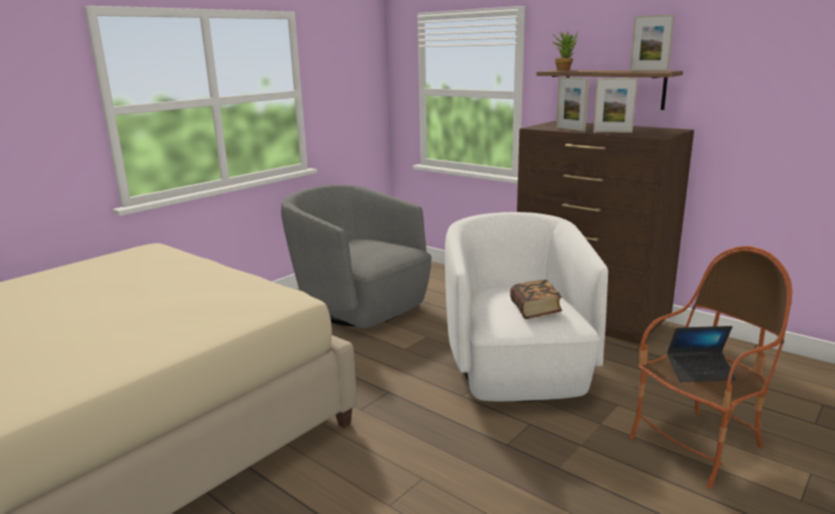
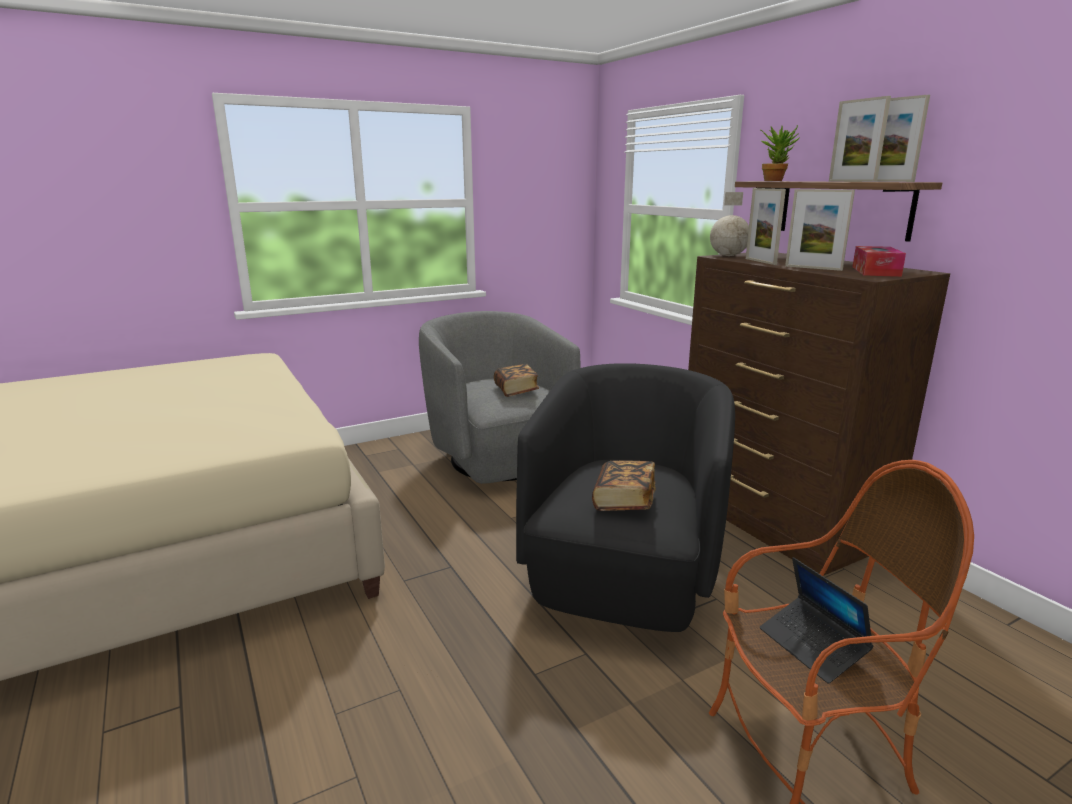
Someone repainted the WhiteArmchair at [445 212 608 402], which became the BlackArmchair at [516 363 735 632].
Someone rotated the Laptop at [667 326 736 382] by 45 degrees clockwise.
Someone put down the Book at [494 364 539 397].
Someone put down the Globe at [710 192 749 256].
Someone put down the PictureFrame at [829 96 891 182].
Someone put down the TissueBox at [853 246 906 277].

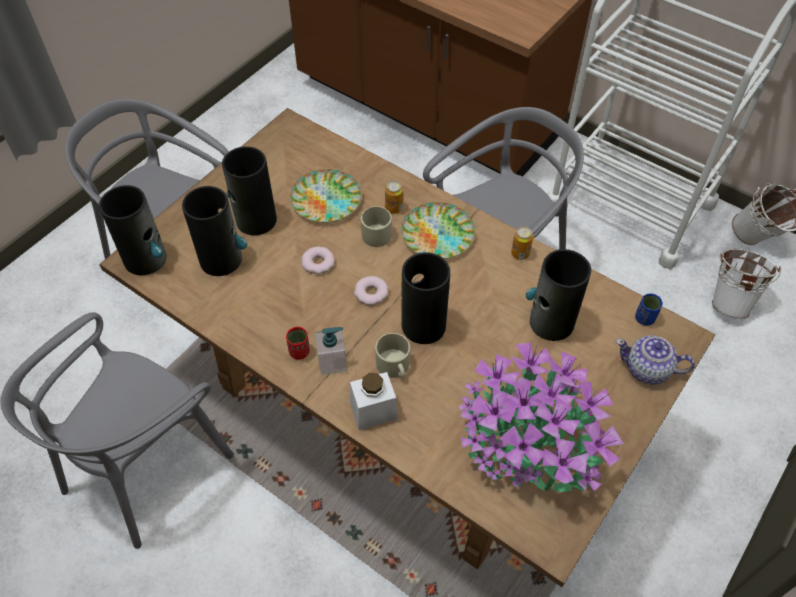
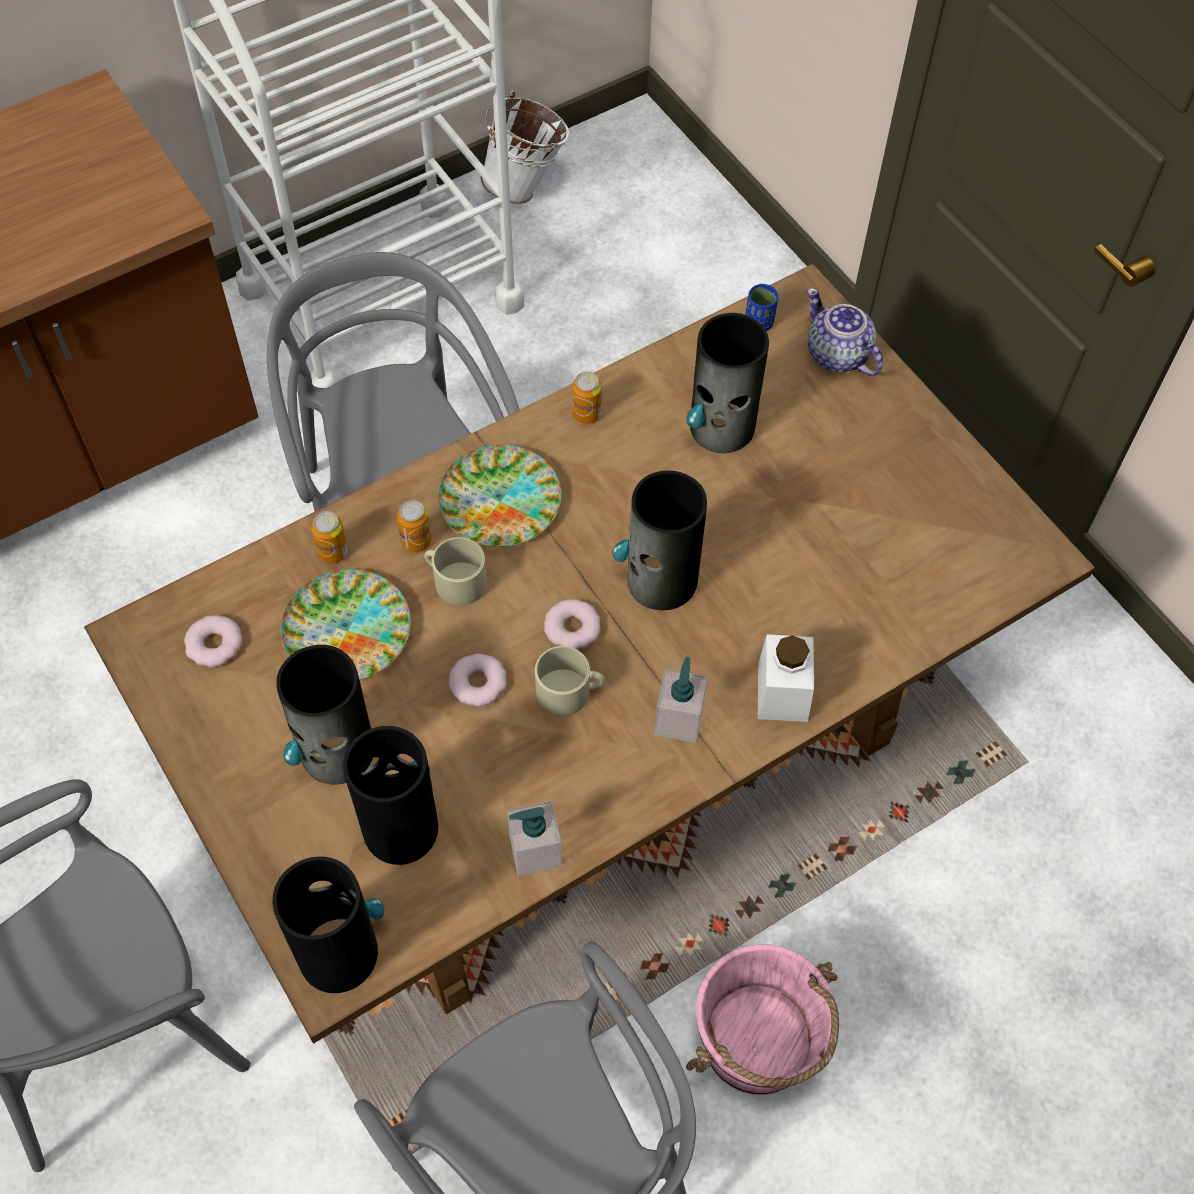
Someone took away the RedCup at [286 327 310 360].
Someone carried the BeigeMug from [375 333 410 378] to [535 646 605 716].
Someone took away the PottedPlant at [458 343 624 492].
Someone rotated the Teapot at [616 335 695 385] by 105 degrees clockwise.
Someone took away the WhiteBucket at [712 249 781 319].
Someone put down the Donut at [184 615 242 668].
Someone put down the Can at [311 511 348 564].
Someone put down the SoapDispenser at [507 801 562 876].
Someone put down the PinkBucket at [686 944 839 1095].

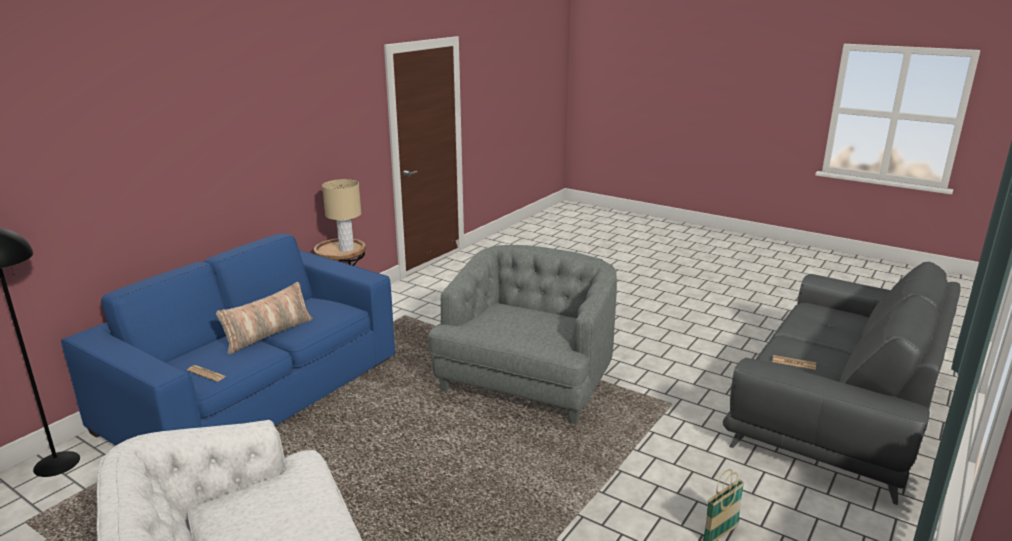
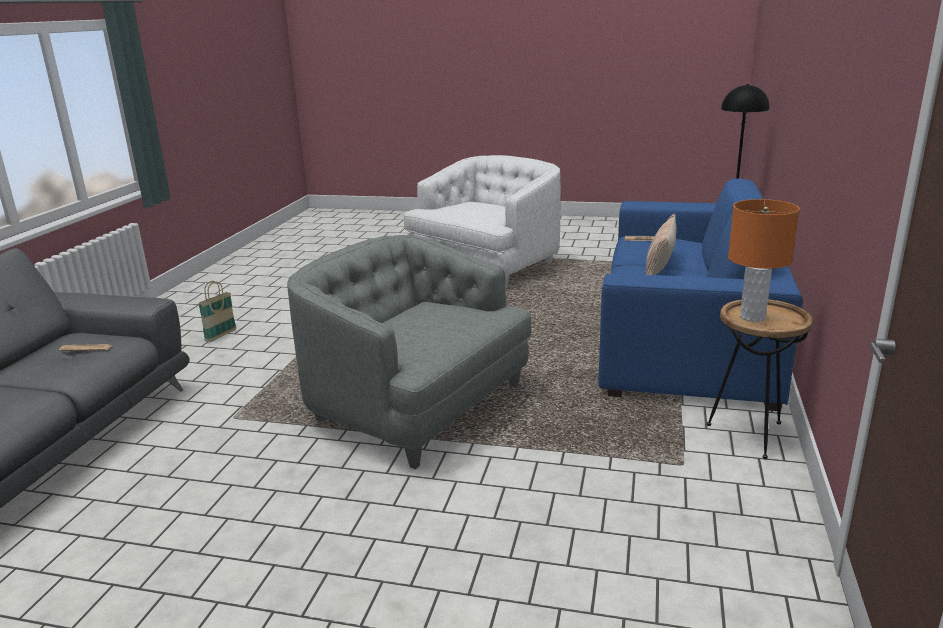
Someone repainted the BeigeTableLamp at [322 179 361 252], which became the OrangeTableLamp at [728 199 800 322].
Someone rotated the GreyArmchair at [428 245 617 425] by 120 degrees clockwise.

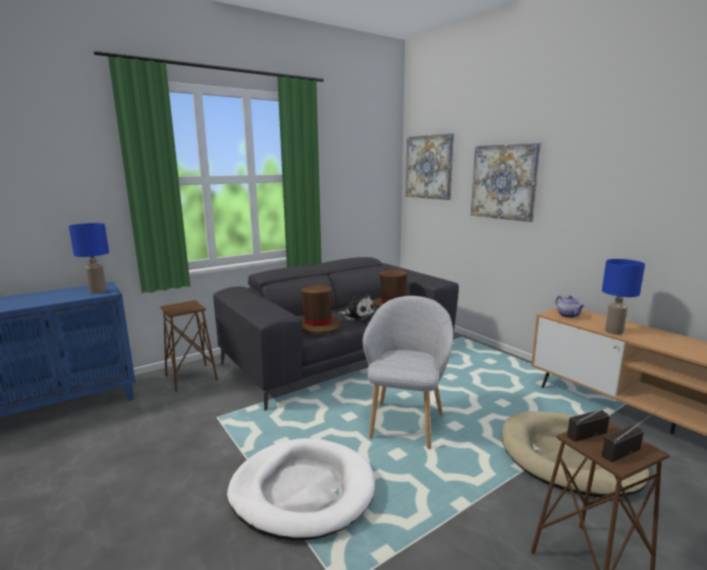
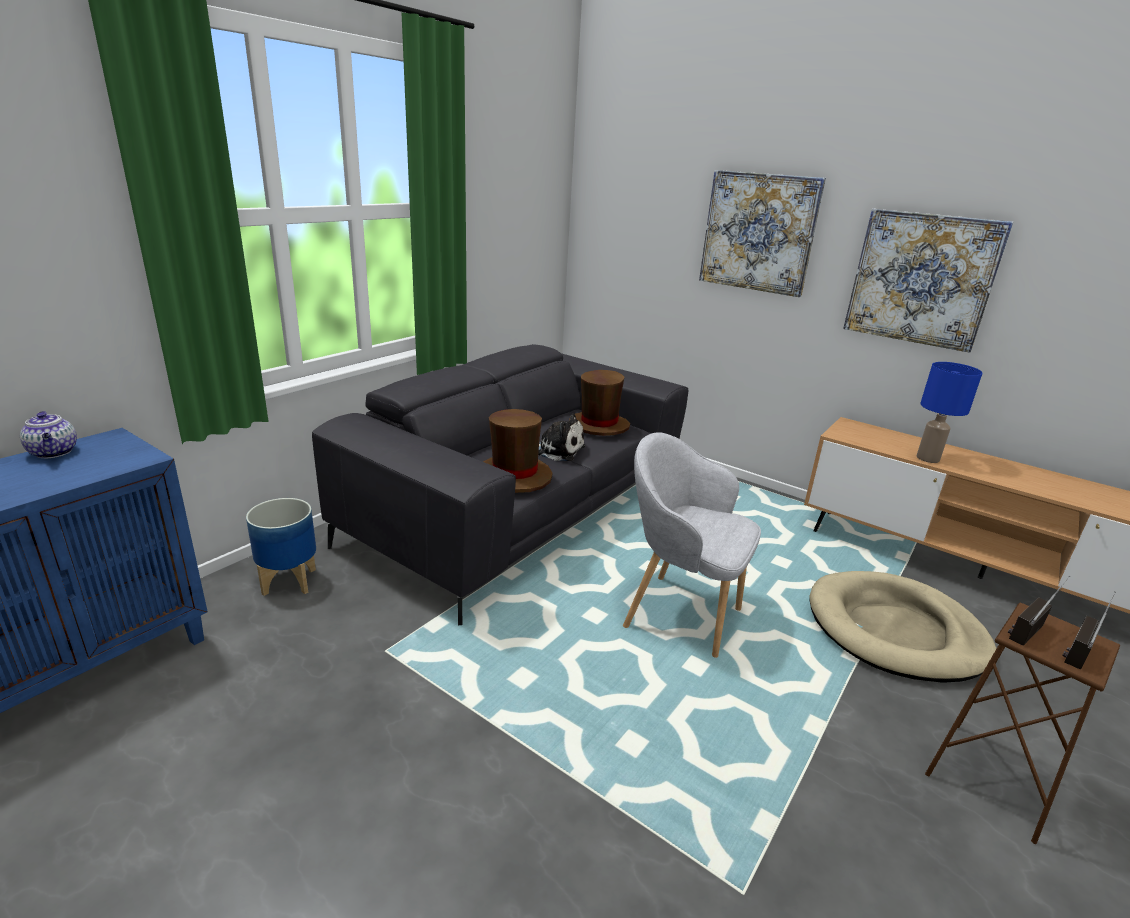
Someone took away the BlueTableLamp at [69 223 109 294].
Someone swapped the BrownStool at [160 300 218 392] for the Planter at [246 498 316 596].
Someone took away the WhiteDogBed at [227 438 375 540].
Someone rotated the GreyArmchair at [362 296 453 449] by 60 degrees counterclockwise.
Someone carried the Picture from [406 133 454 200] to [843 209 1013 353].
Someone carried the Teapot from [556 296 584 318] to [20 411 77 458].

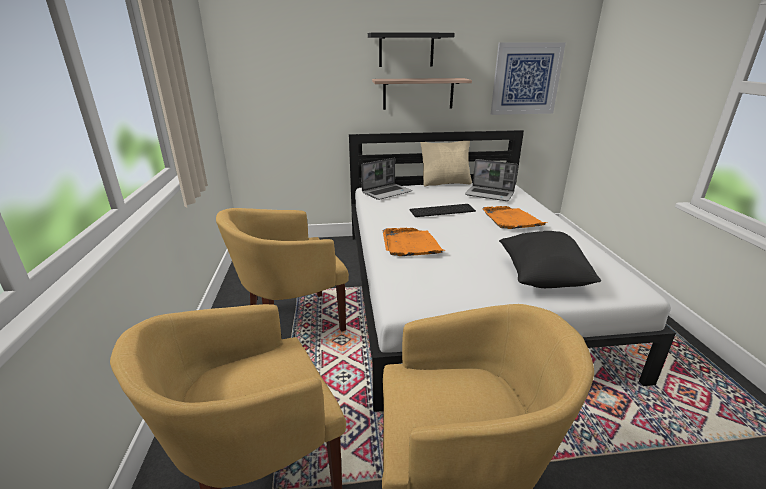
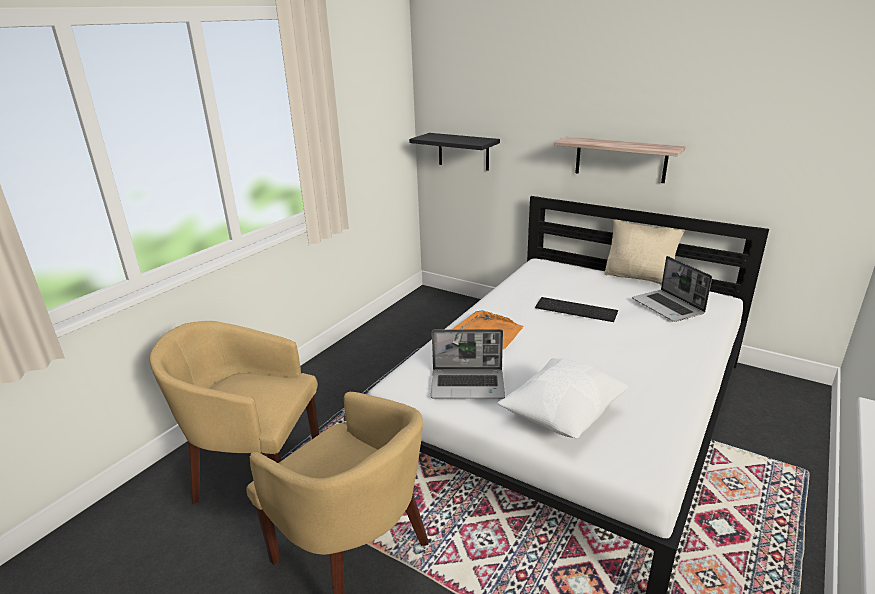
Someone took away the YellowArmchair at [216 208 349 332].
Someone carried the Laptop from [361 158 412 200] to [431 329 505 399].
Someone carried the BlackShelf from [368 32 455 67] to [409 133 500 171].
Someone took away the OrangeTray at [482 206 547 229].
Someone took away the Picture at [491 43 566 115].
Someone repainted the BlackPillow at [499 231 601 288], which became the WhitePillow at [498 358 628 438].

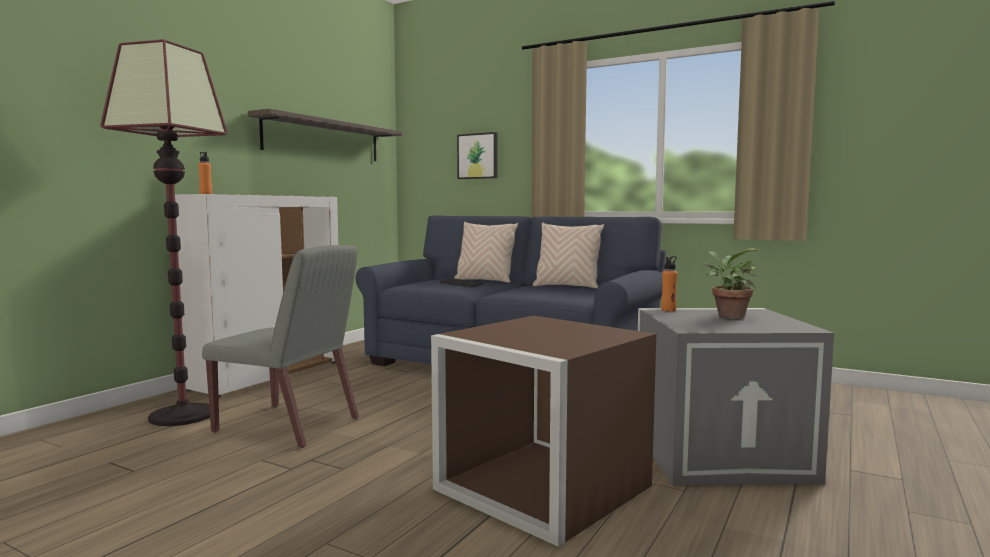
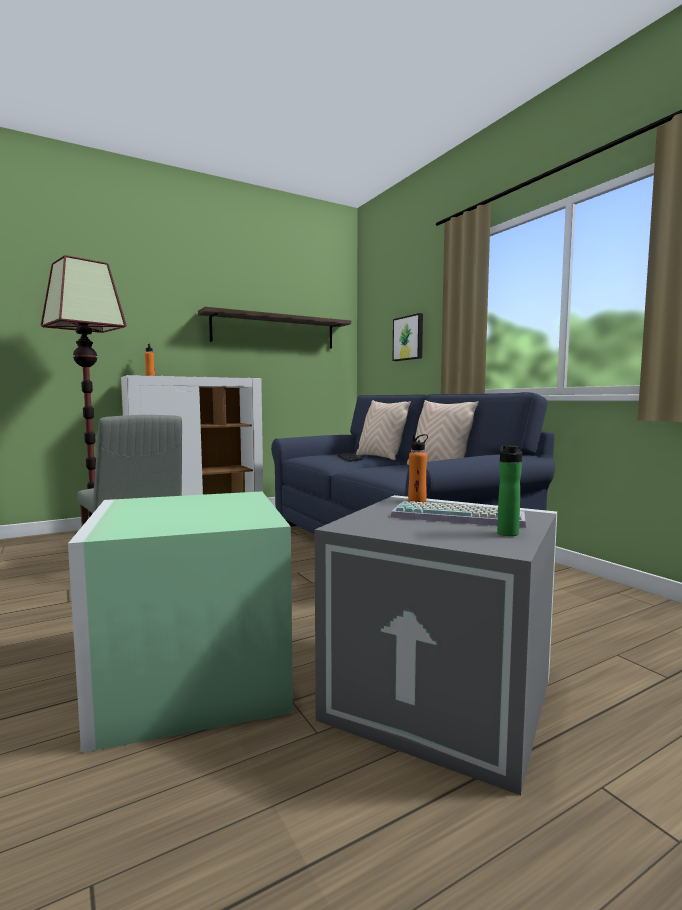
Someone repainted the BrownStorageBox at [431 315 656 547], which became the GreenStorageBox at [68 491 293 753].
Someone swapped the PottedPlant at [703 248 760 319] for the Keyboard at [391 501 526 528].
Someone put down the Bottle at [497 446 522 536].

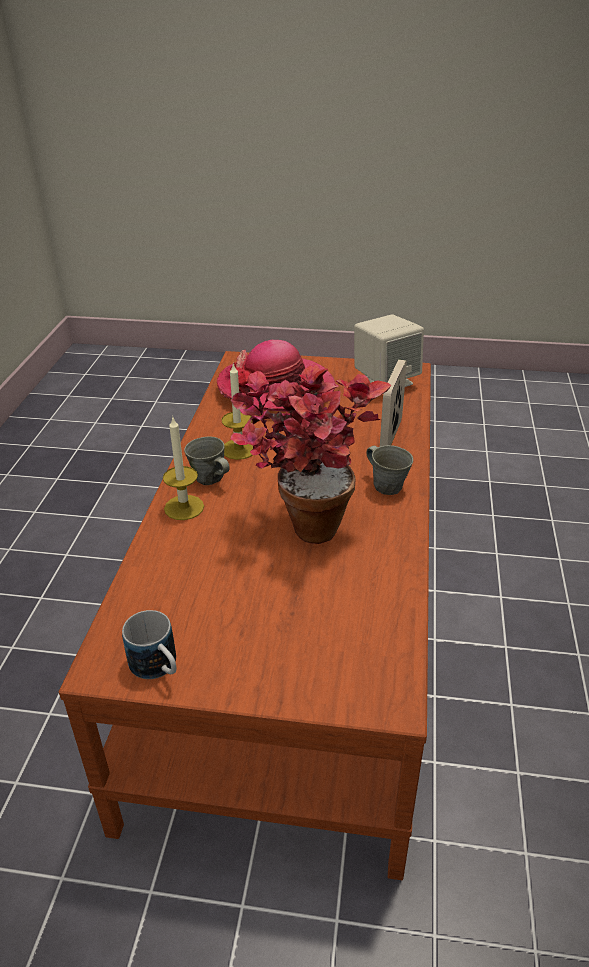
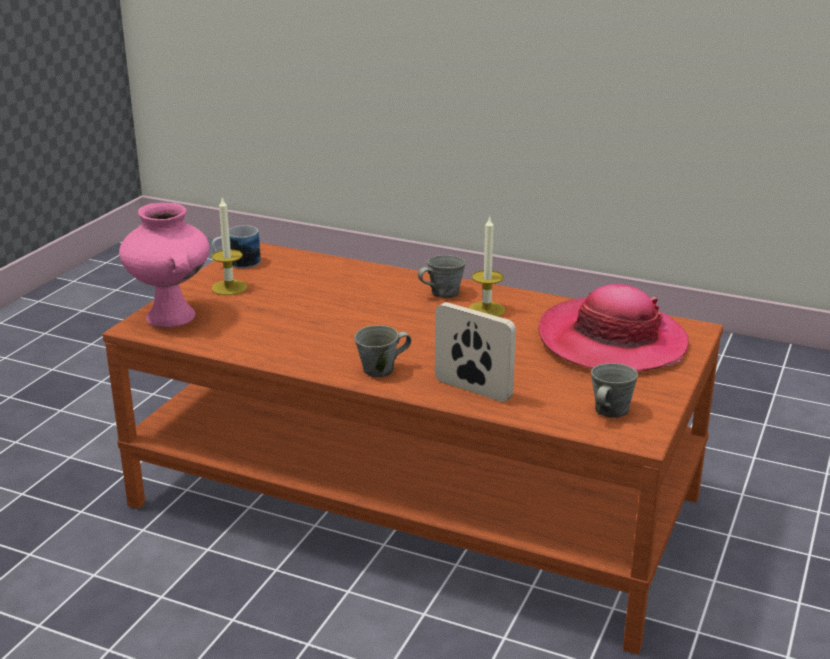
Someone carried the Candle from [163 416 204 520] to [211 196 248 295].
Someone took away the PottedPlant at [231 363 391 544].
Someone swapped the BeigeSpeaker at [354 314 424 387] for the GreyMug at [591 363 638 418].
Someone put down the PinkVase at [119 202 209 328].

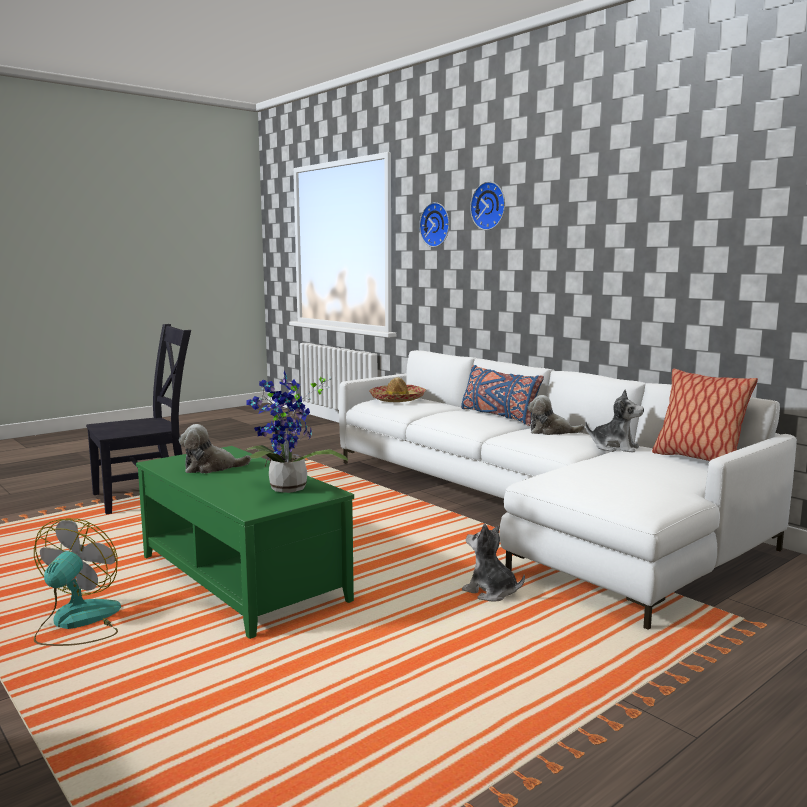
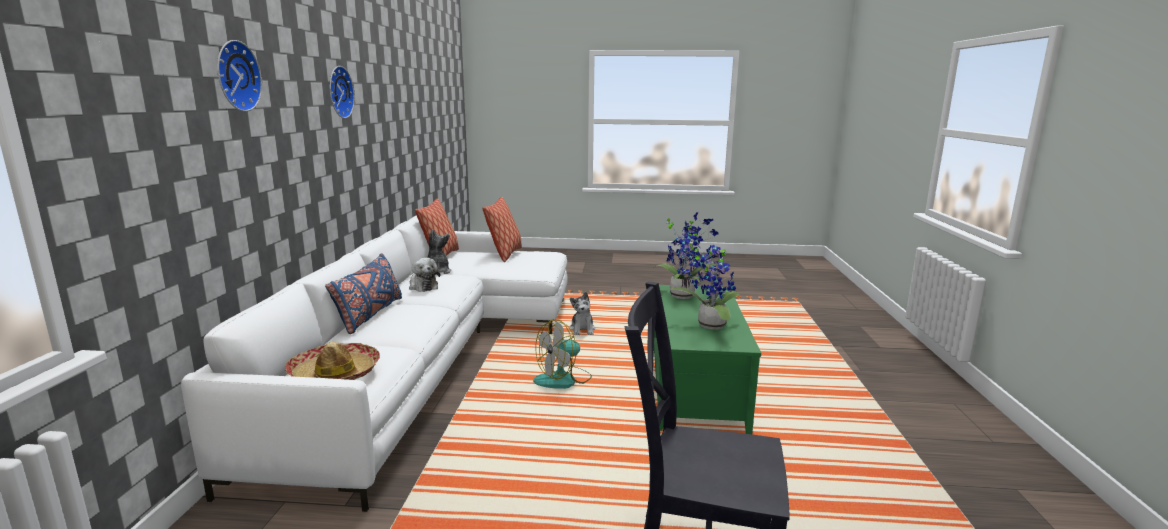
Someone carried the Fan from [34 518 121 646] to [533 319 592 389].
Someone swapped the PlushToy at [179 424 251 474] for the PottedPlant at [670 235 739 330].
Someone carried the WallClock from [419 202 449 247] to [329 66 355 119].
Someone put down the Pillow at [482 197 522 262].

